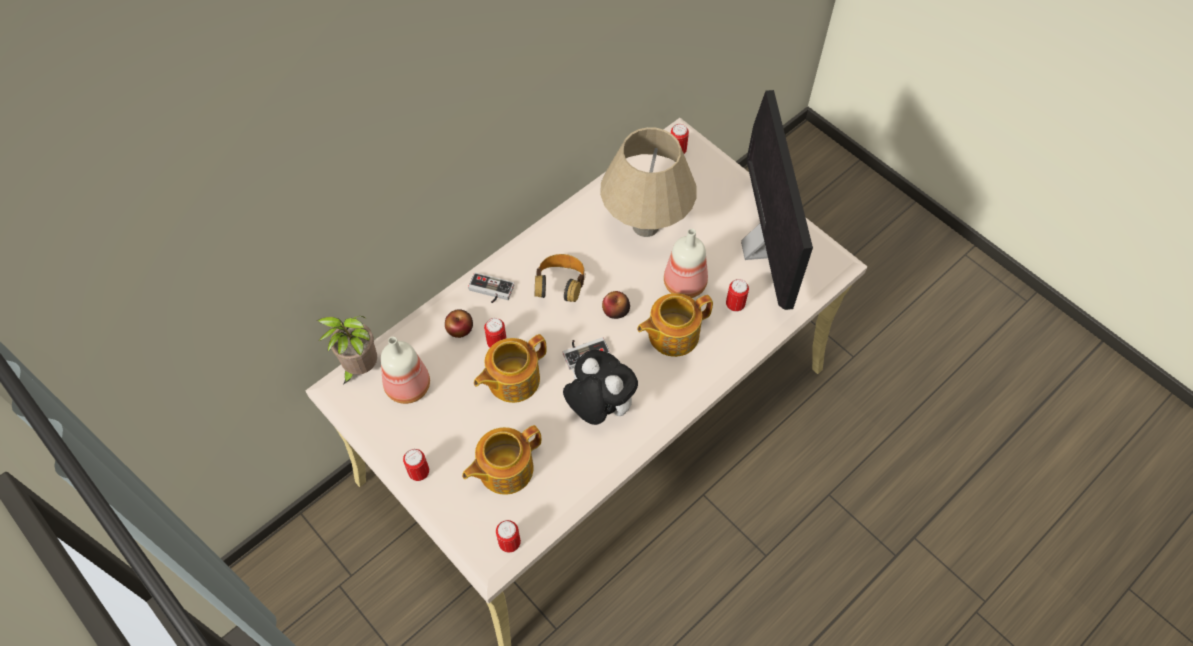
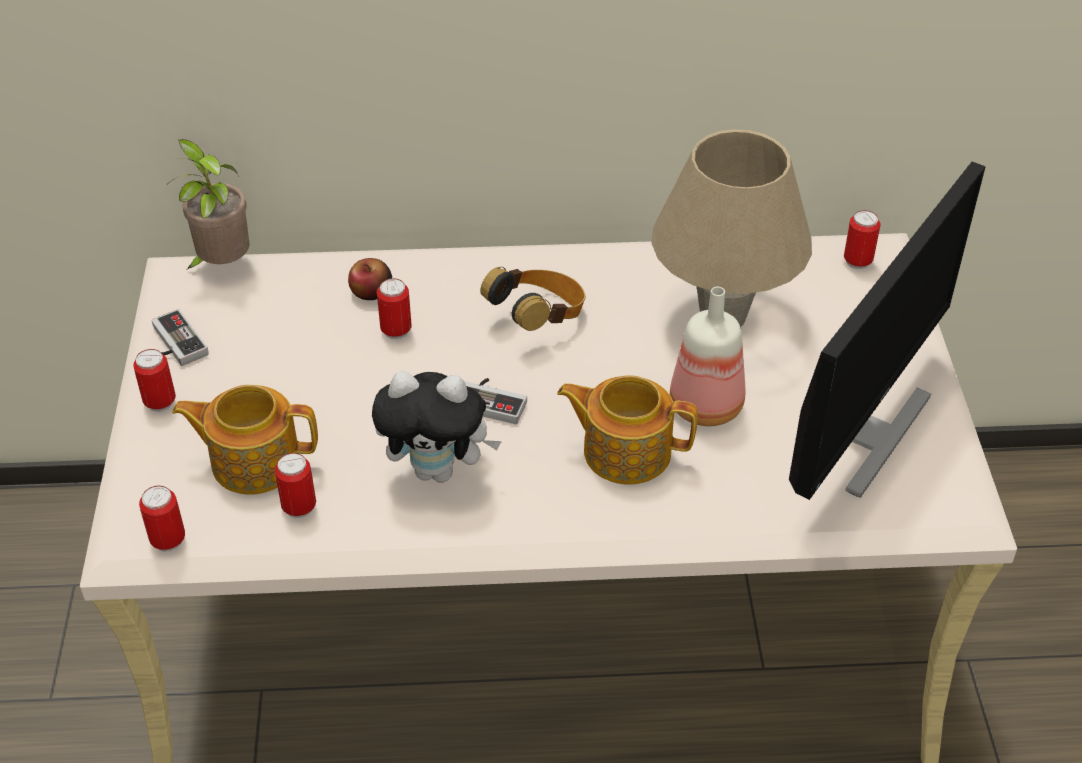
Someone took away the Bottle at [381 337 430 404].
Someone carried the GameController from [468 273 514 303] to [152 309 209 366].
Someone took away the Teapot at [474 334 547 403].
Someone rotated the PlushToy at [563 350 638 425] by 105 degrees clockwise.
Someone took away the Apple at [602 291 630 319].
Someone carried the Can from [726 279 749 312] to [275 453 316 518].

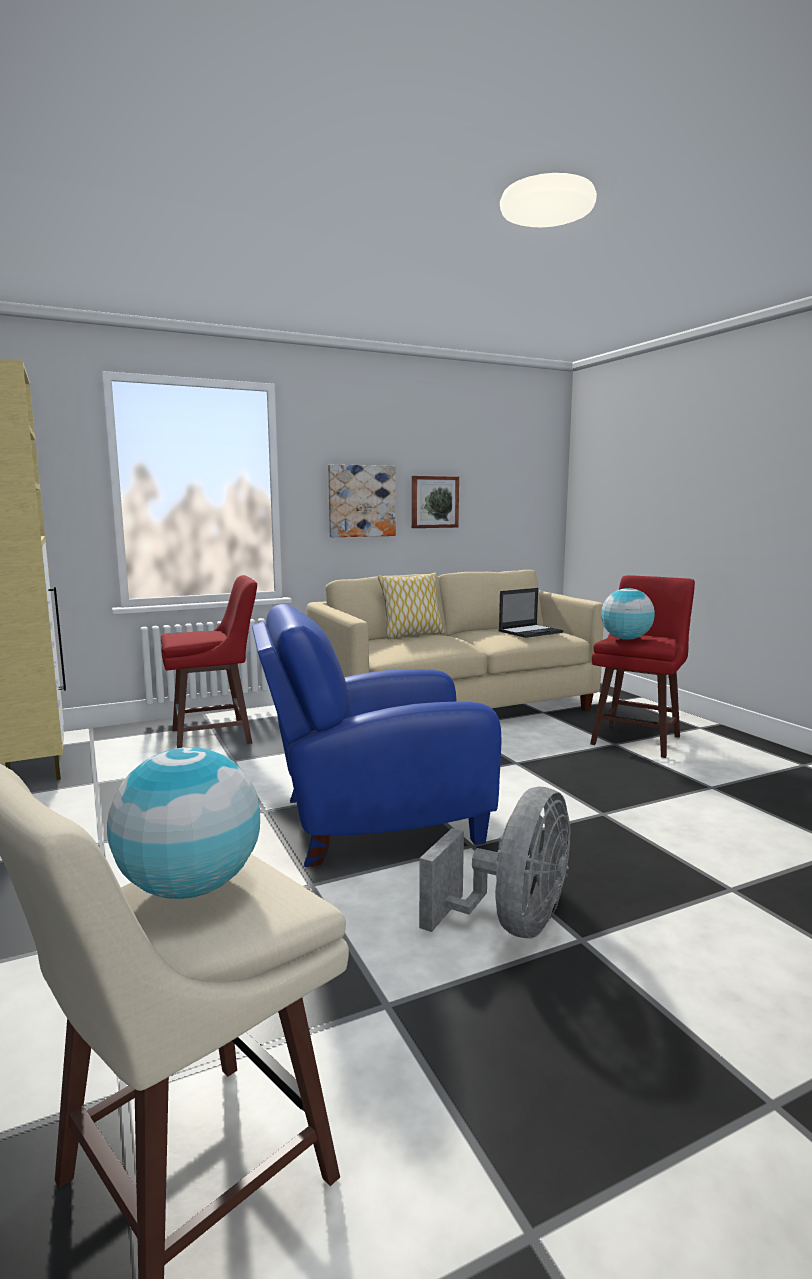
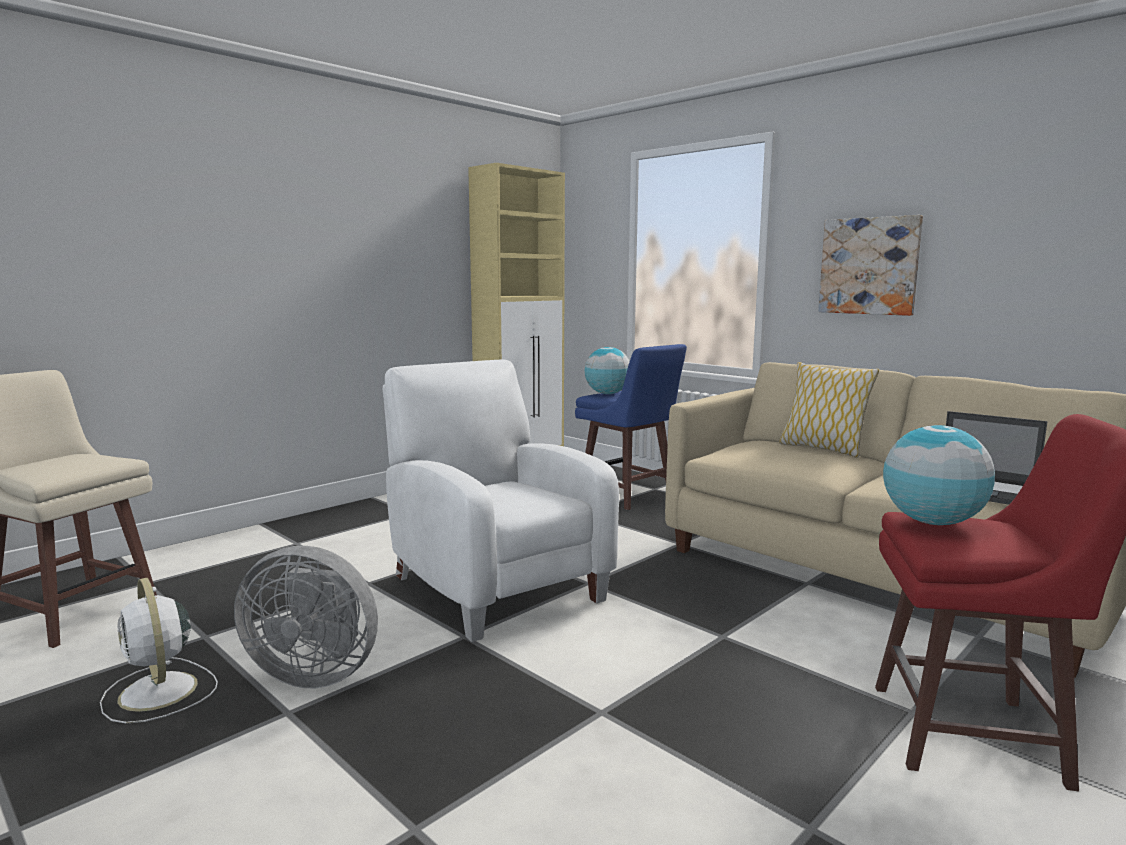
Someone carried the Globe from [107 747 260 899] to [585 347 630 394].
Someone repainted the RedStool at [161 575 257 748], which became the BlueStool at [575 344 687 510].
Someone repainted the BlueArmchair at [252 604 502 867], which became the WhiteArmchair at [383 360 619 642].
Someone took away the Picture at [412 476 459 528].
Someone put down the WhiteFan at [100 578 218 724].

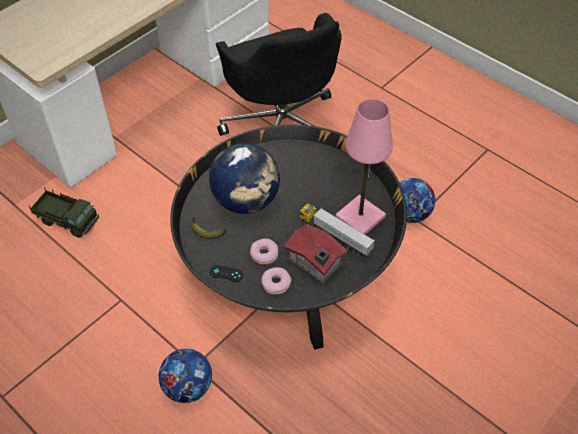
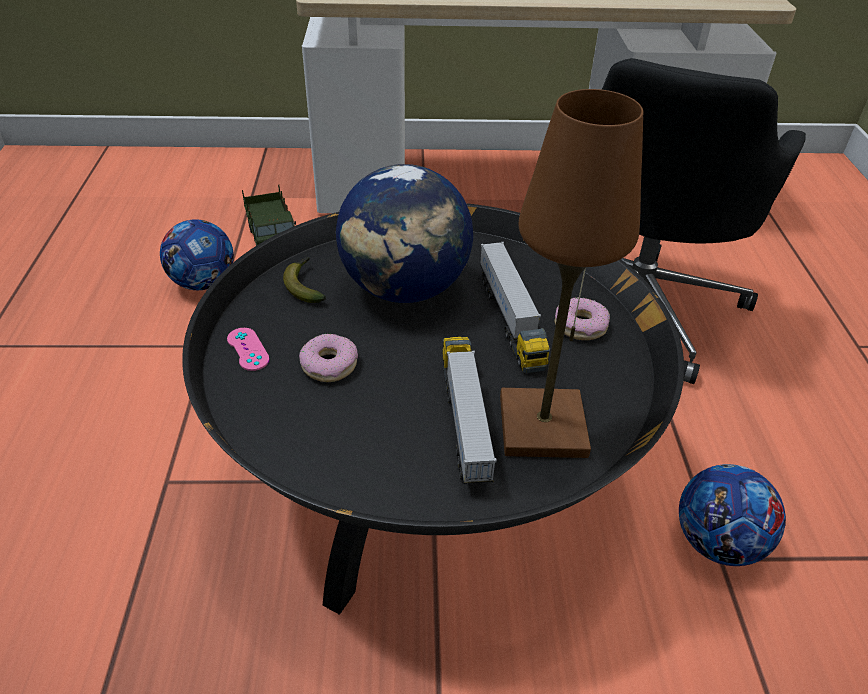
Someone carried the Football from [159 349 212 403] to [160 219 234 290].
Someone repainted the BlackGameController at [210 265 243 282], which became the PinkGameController at [227 328 270 371].
Someone carried the Donut from [261 267 291 295] to [555 297 610 340].
Someone took away the ToyHouse at [284 224 347 284].
Someone repainted the PinkTableLamp at [335 99 393 235], which became the BrownTableLamp at [500 89 643 458].
Someone put down the ToyTruck at [480 242 550 373].

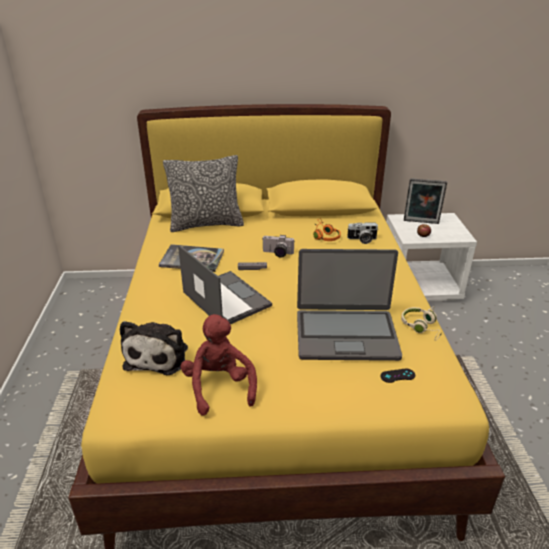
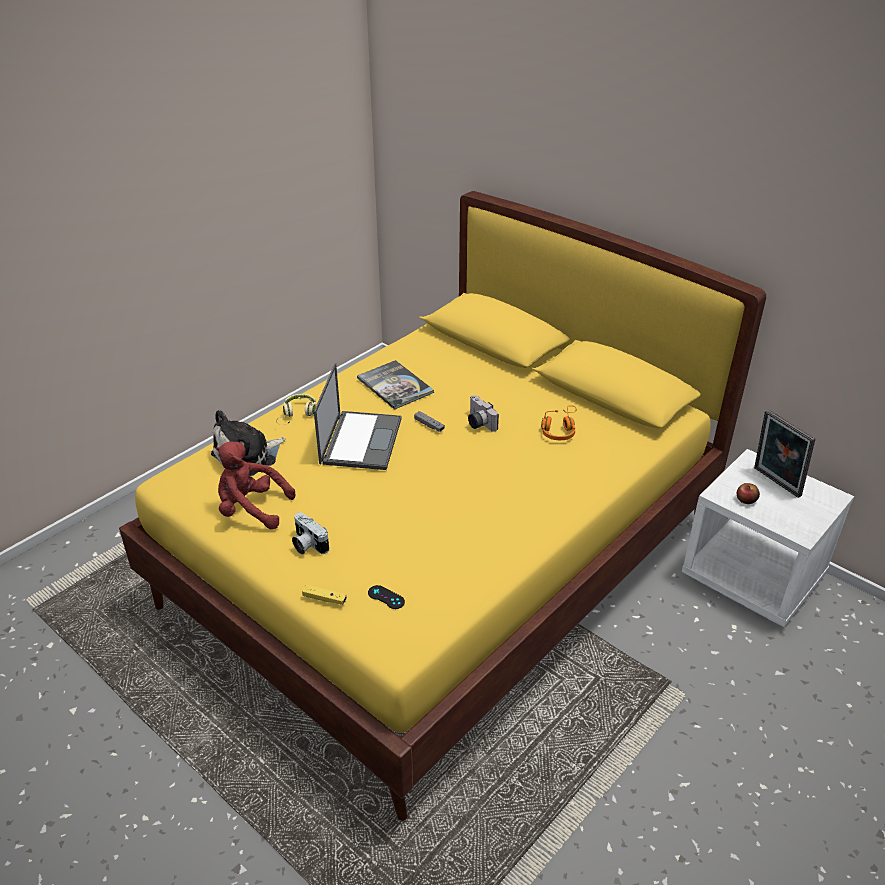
Someone took away the Pillow at [163 155 244 232].
Someone rotated the RedPlushToy at [180 314 257 416] by 105 degrees counterclockwise.
Someone took away the Laptop at [297 249 402 361].
Someone carried the PhotoCamera from [347 222 379 244] to [292 513 329 555].
Someone carried the BeigeHeadphones from [401 306 442 341] to [276 394 316 425].
Someone put down the YellowGameController at [302 584 347 605].

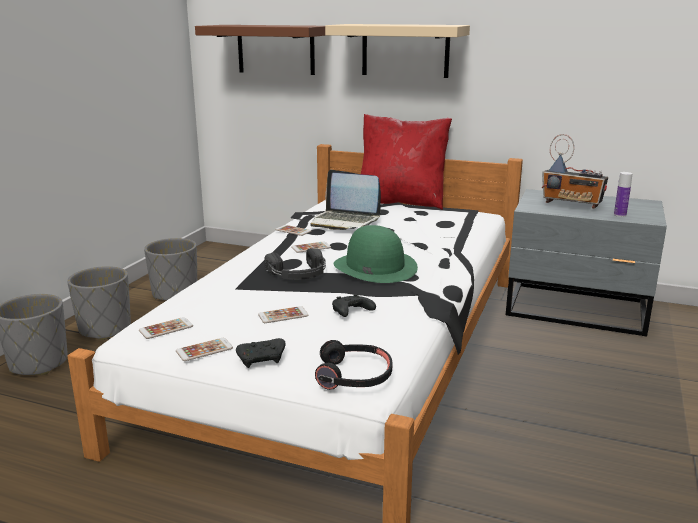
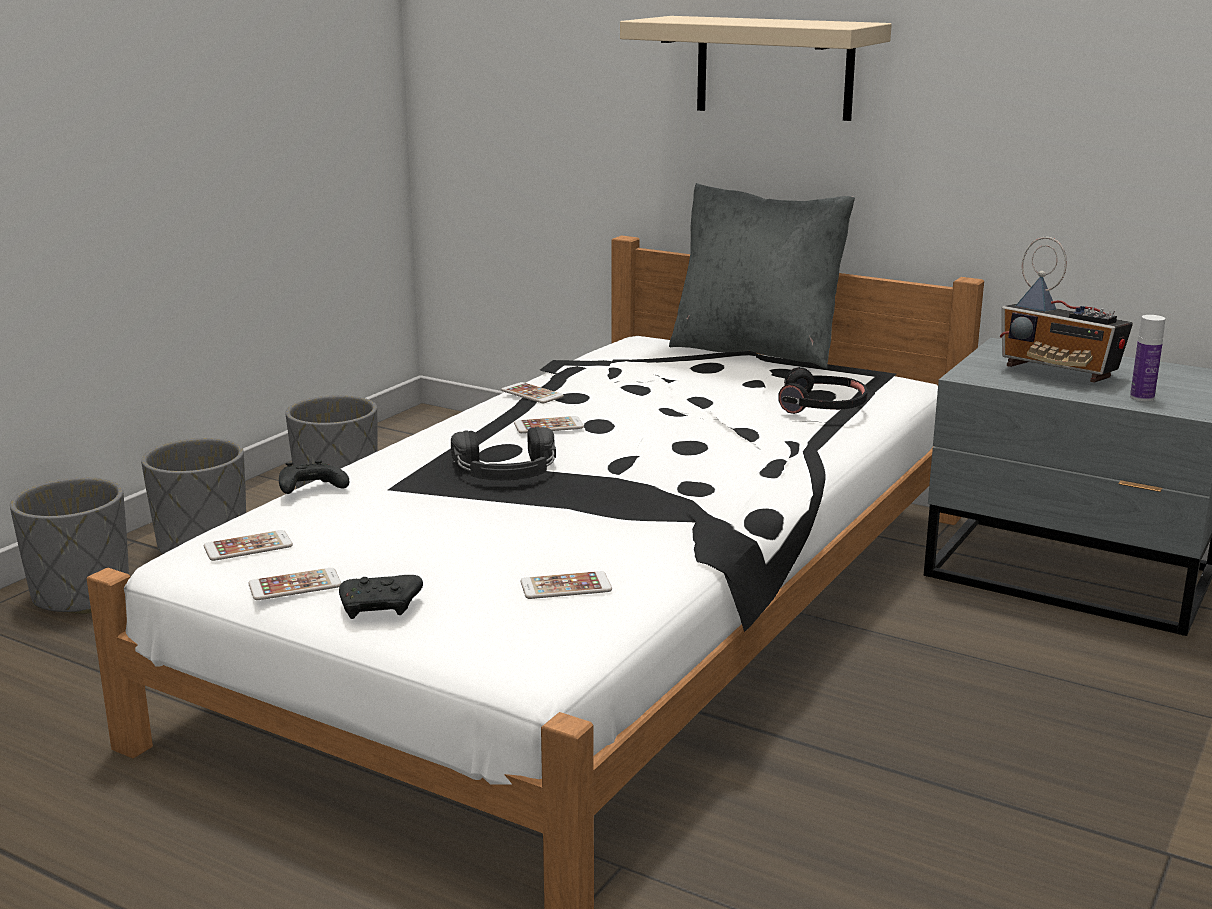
Someone took away the BrownShelf at [195 25 326 75].
Someone carried the Phone from [258 306 309 323] to [520 571 612 599].
Someone took away the Laptop at [310 170 381 230].
Someone carried the BlackHeadphones from [315 340 393 390] to [778 367 868 414].
Someone carried the BlackGameController from [332 294 376 317] to [279 461 349 494].
Someone took away the GreenHat at [333 225 418 283].
Someone repainted the RedPillow at [361 114 452 210], which became the GreyPillow at [669 183 855 369].

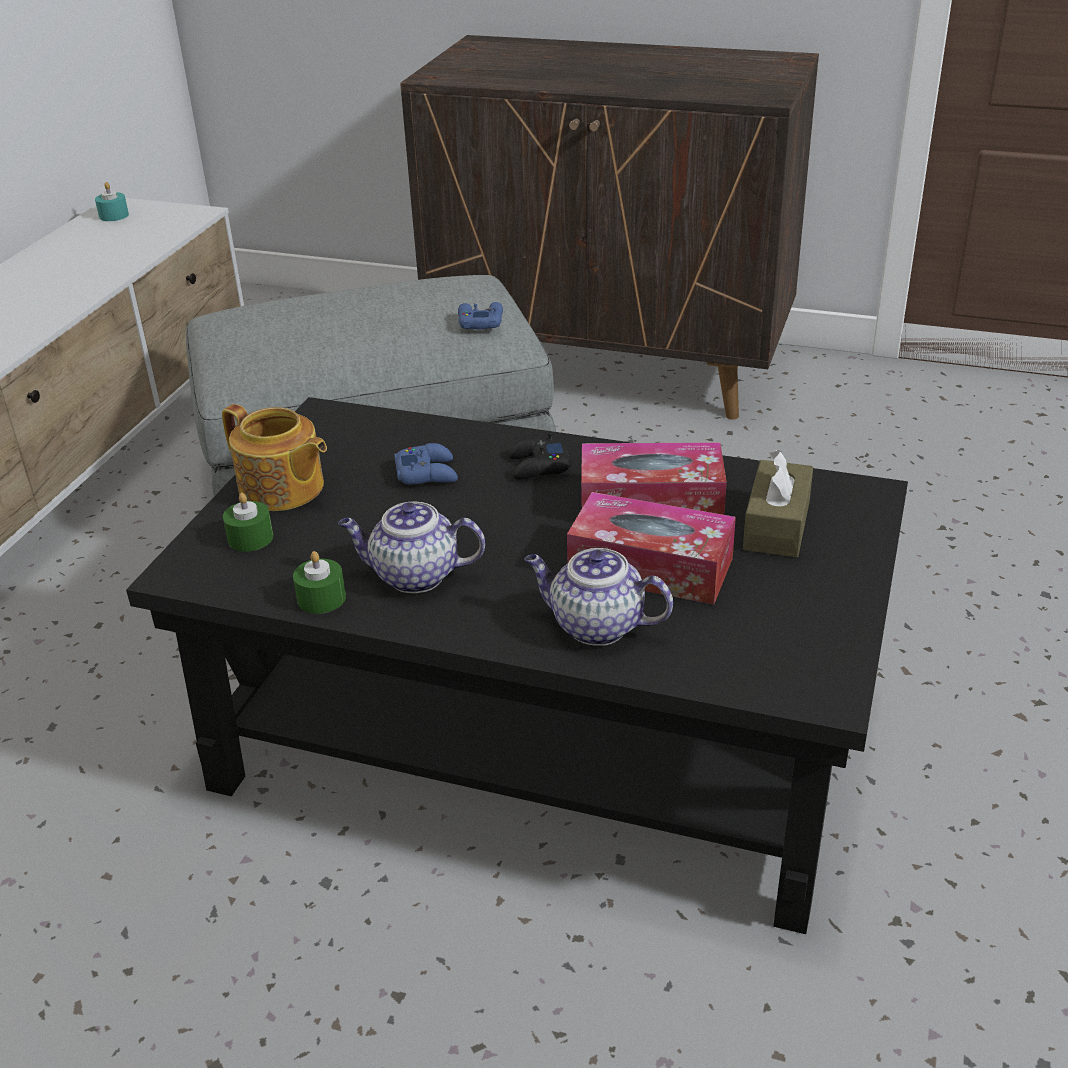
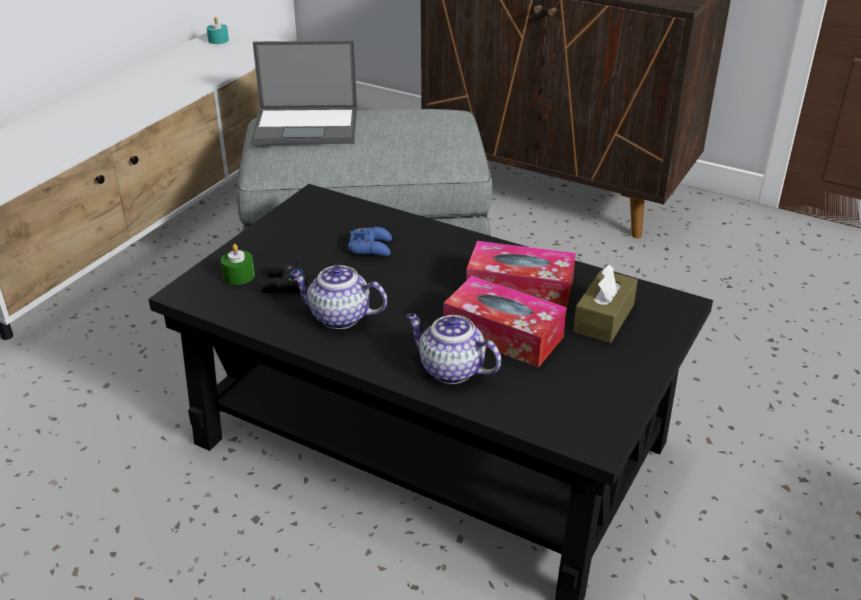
Someone took away the Teapot at [222 404 327 511].
Someone took away the GreenCandle at [293 551 346 614].
Someone took away the BlueGameController at [458 302 503 329].
Someone carried the BlackGameController from [508 432 571 480] to [261 260 310 293].
Someone put down the Laptop at [250 41 357 145].

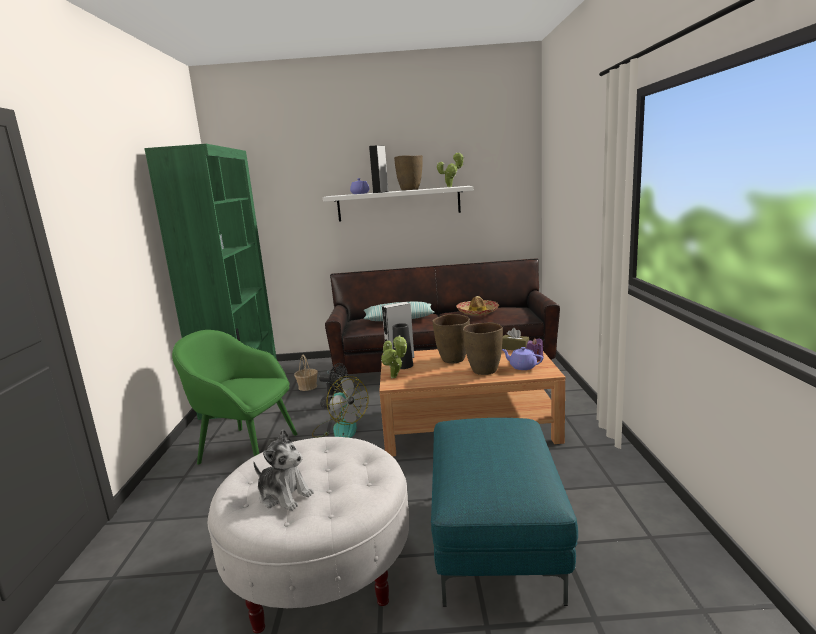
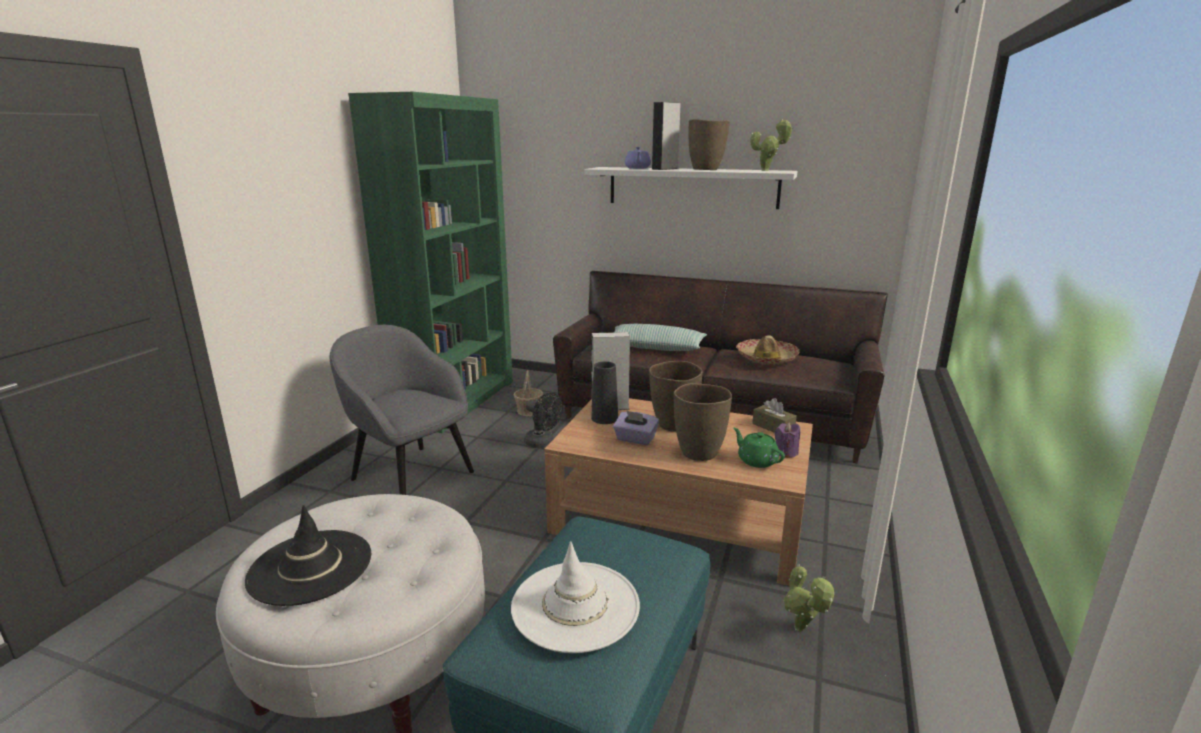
Someone repainted the GreenArmchair at [172 330 298 465], which became the GreyArmchair at [330 325 474 495].
Someone swapped the PlushToy at [253 430 314 511] for the BlackHat at [245 505 371 606].
Someone took away the Fan at [312 376 369 438].
Someone carried the PottedPlant from [381 335 407 378] to [783 564 834 632].
Someone repainted the PurpleTeapot at [502 347 543 370], which became the GreenTeapot at [733 428 785 468].
Someone put down the WhiteHat at [511 541 640 653].
Someone put down the PurpleTissueBox at [613 410 659 445].

